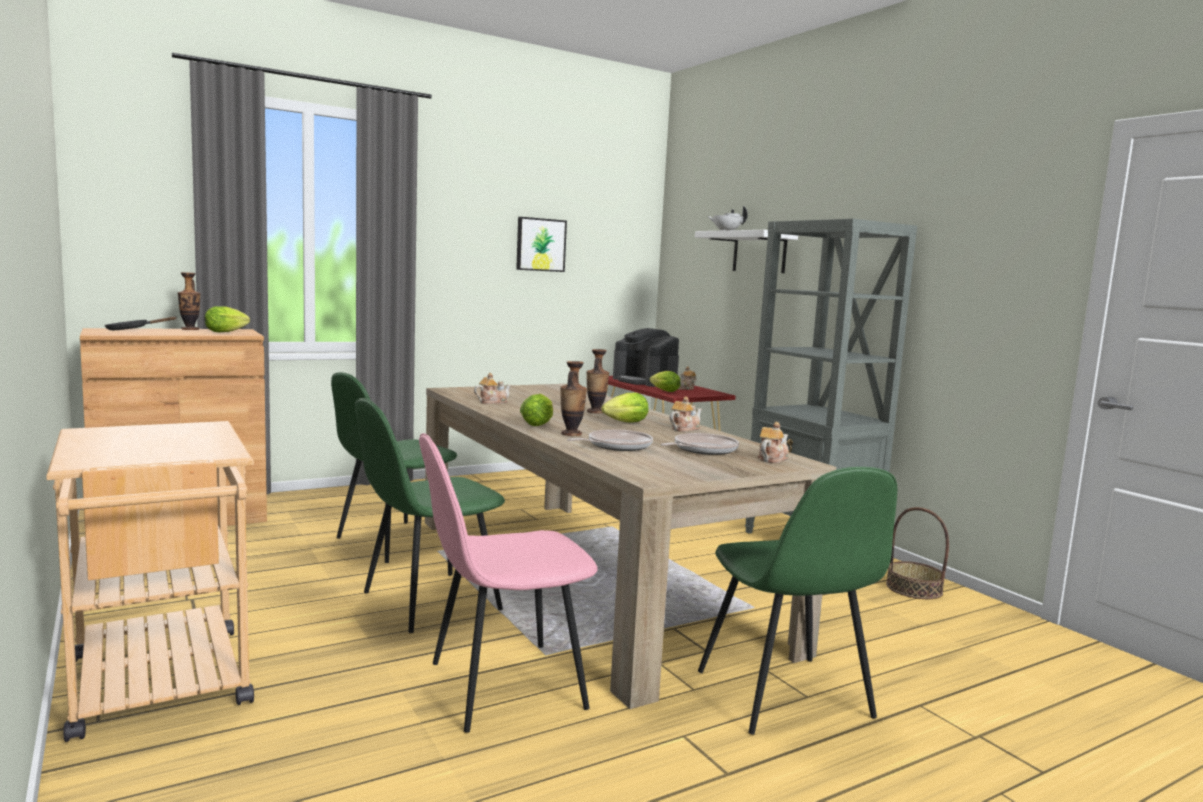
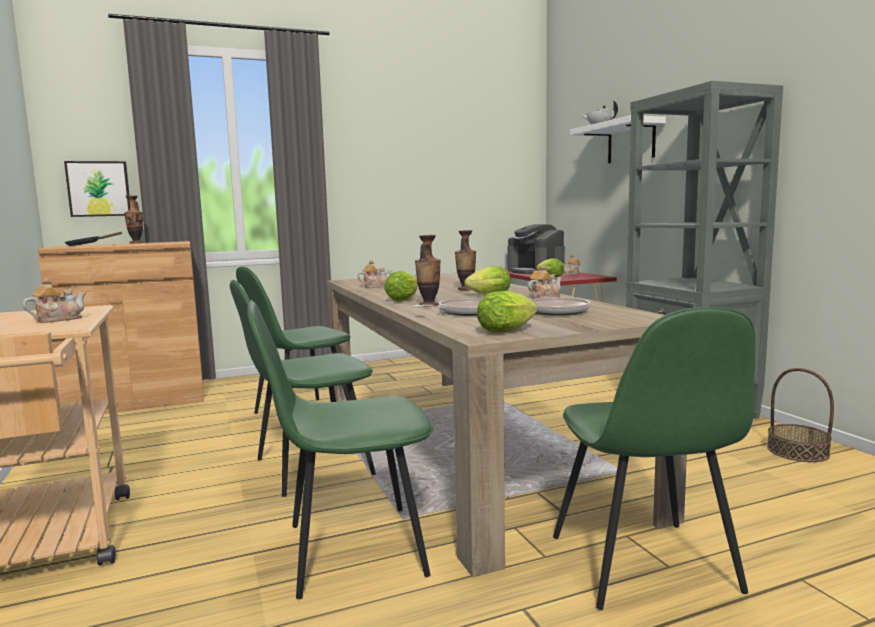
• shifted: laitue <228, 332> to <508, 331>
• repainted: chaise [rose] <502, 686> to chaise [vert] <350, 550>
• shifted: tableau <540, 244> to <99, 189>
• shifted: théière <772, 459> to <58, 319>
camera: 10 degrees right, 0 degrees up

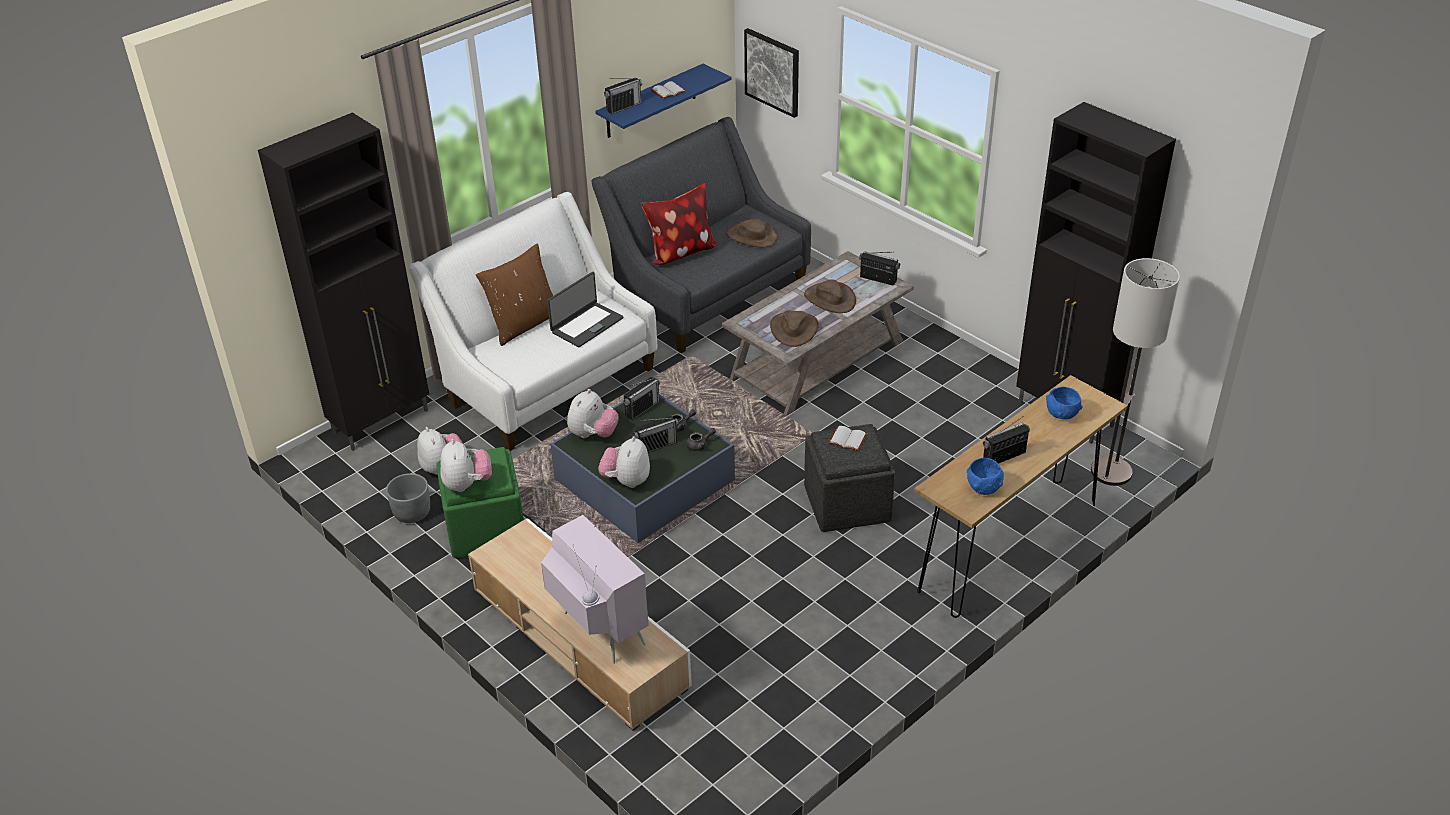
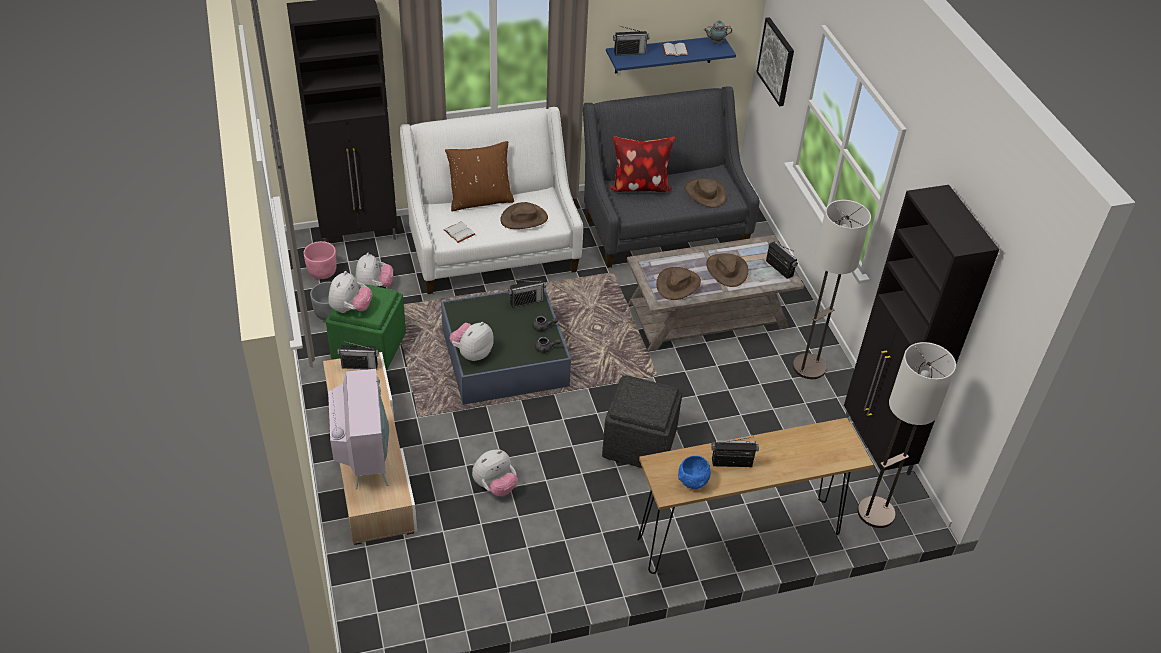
• swapped: ordinateur portable <586, 325> to chapeau [marron] <524, 218>
• shifted: peluche <593, 434> to <495, 486>
• shifted: radio <656, 446> to <360, 365>
• shifted: livre [blanc] <846, 440> to <458, 233>
• gone: bol [bleu] <1061, 415>
• new: cache-pot [rose] <322, 271>
• new: théière <715, 42>
• new: lampadaire <809, 367>
camera: 25 degrees right, 5 degrees up

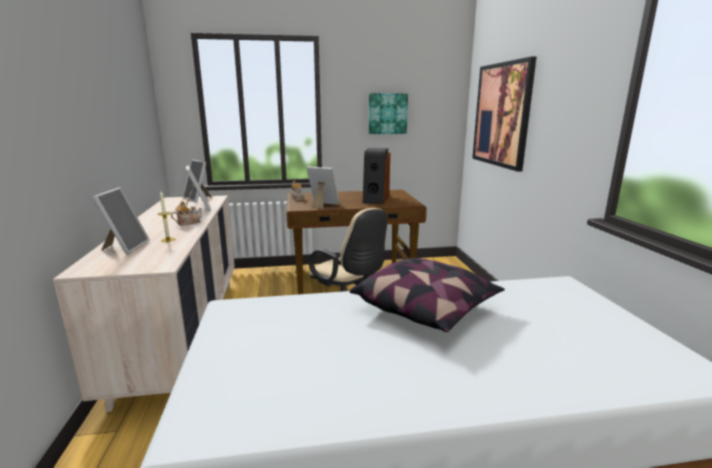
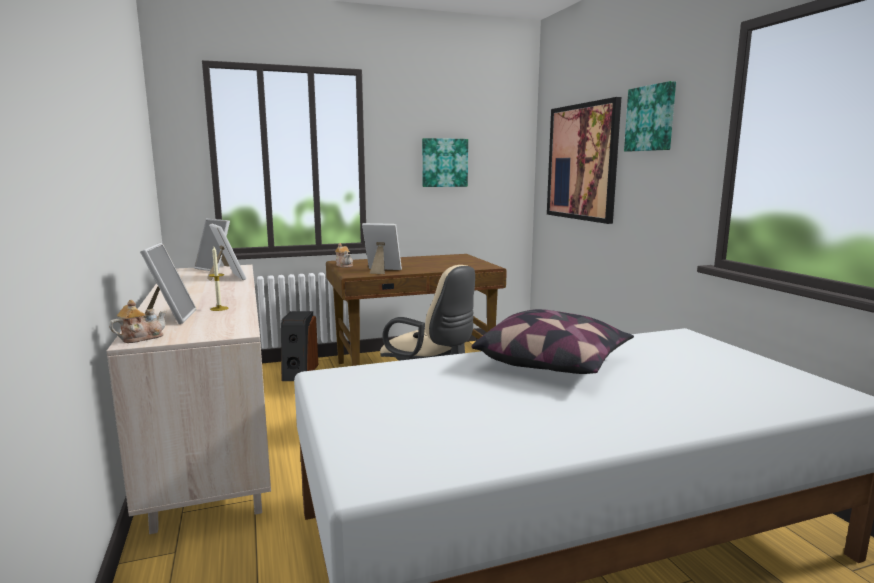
• shifted: théière <188, 223> to <141, 338>
• shifted: enceinte <375, 199> to <299, 372>
• new: tableau <651, 118>
camera: 10 degrees left, 5 degrees down

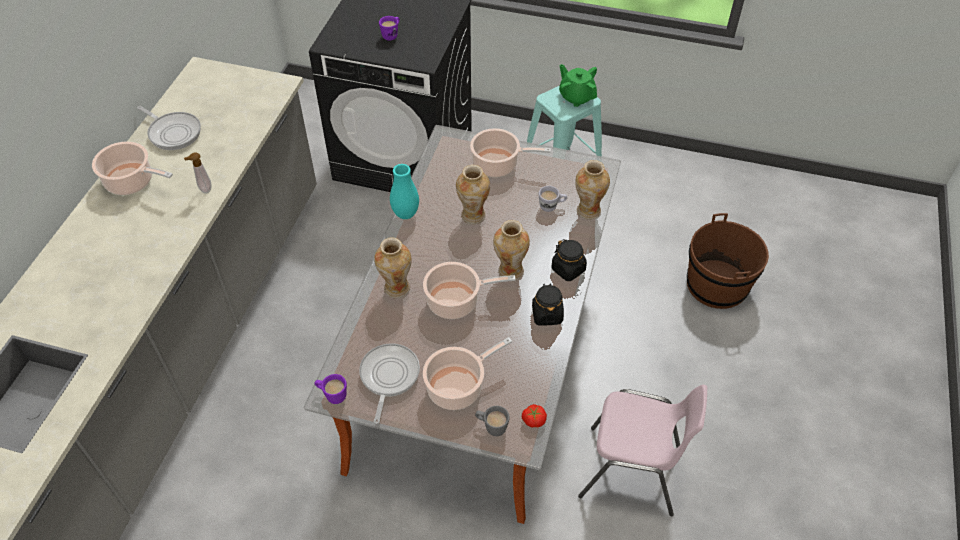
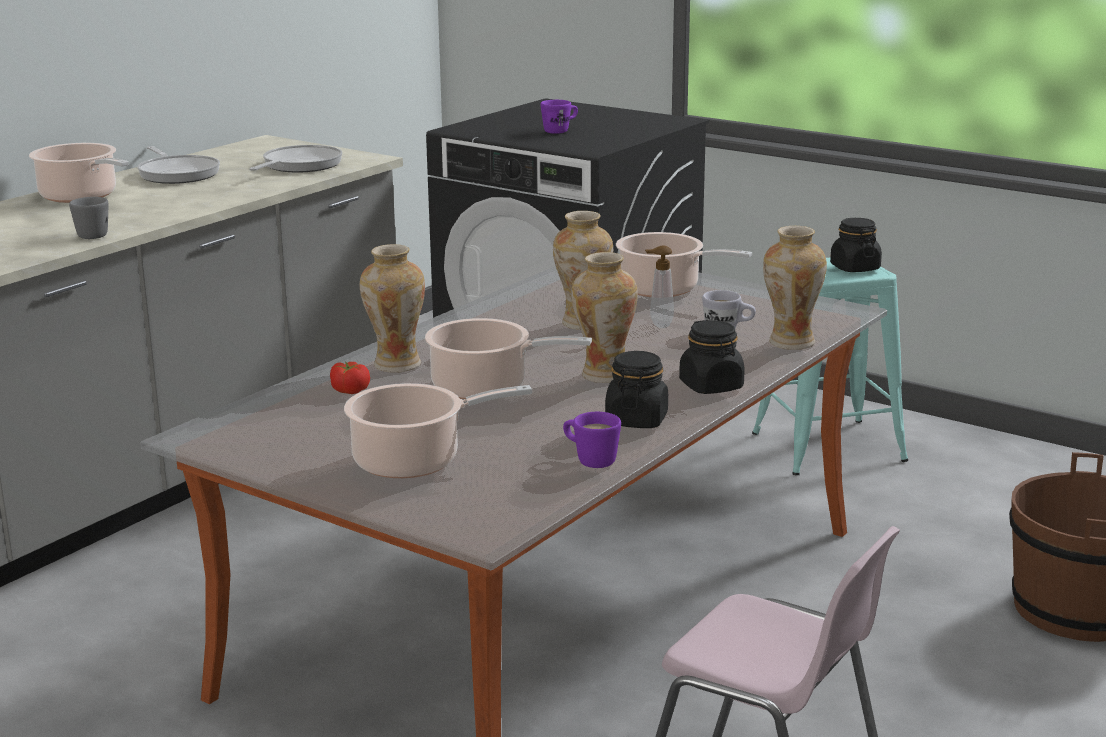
• shifted: distributeur de savon <204, 189> to <658, 325>
• shifted: mug [violet] <332, 395> to <590, 460>
• shifted: poêle <388, 377> to <299, 165>
• gone: vase [turquoise] <405, 214>
• shifted: mug [gris] <491, 427> to <88, 235>
• shifted: tomate <533, 419> to <350, 390>
• swapped: théière [vert] <576, 97> to bocal [noir] <854, 268>
camera: 20 degrees right, 30 degrees down

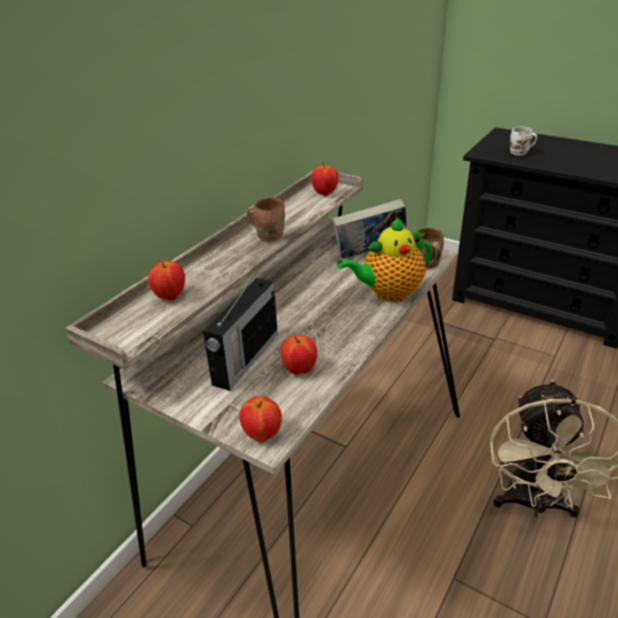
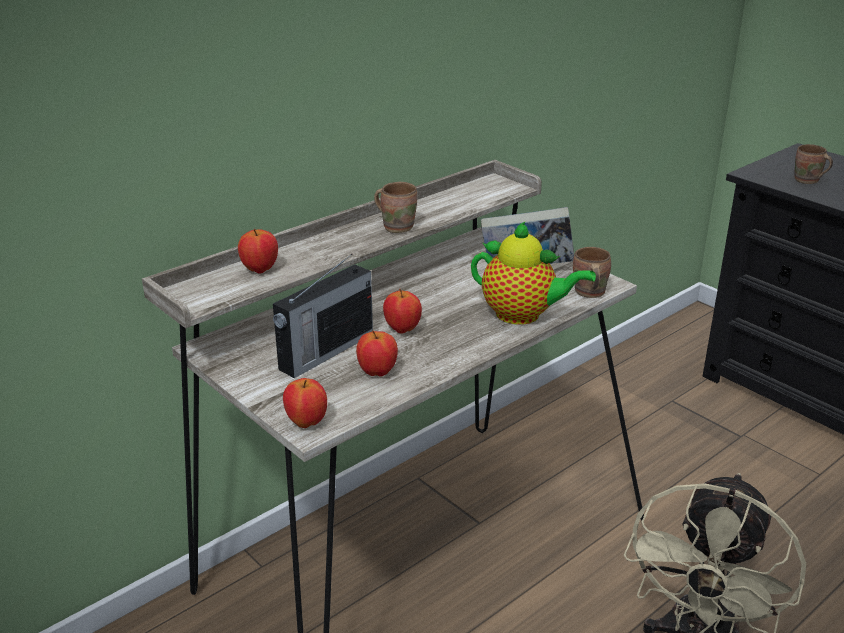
• shifted: pomme <325, 193> to <402, 329>
• rotated: théière <388, 293> = <523, 315> 150 degrees counterclockwise
• repainted: mug [blanc] <519, 153> to mug [marron] <807, 181>
camera: 15 degrees right, 5 degrees down

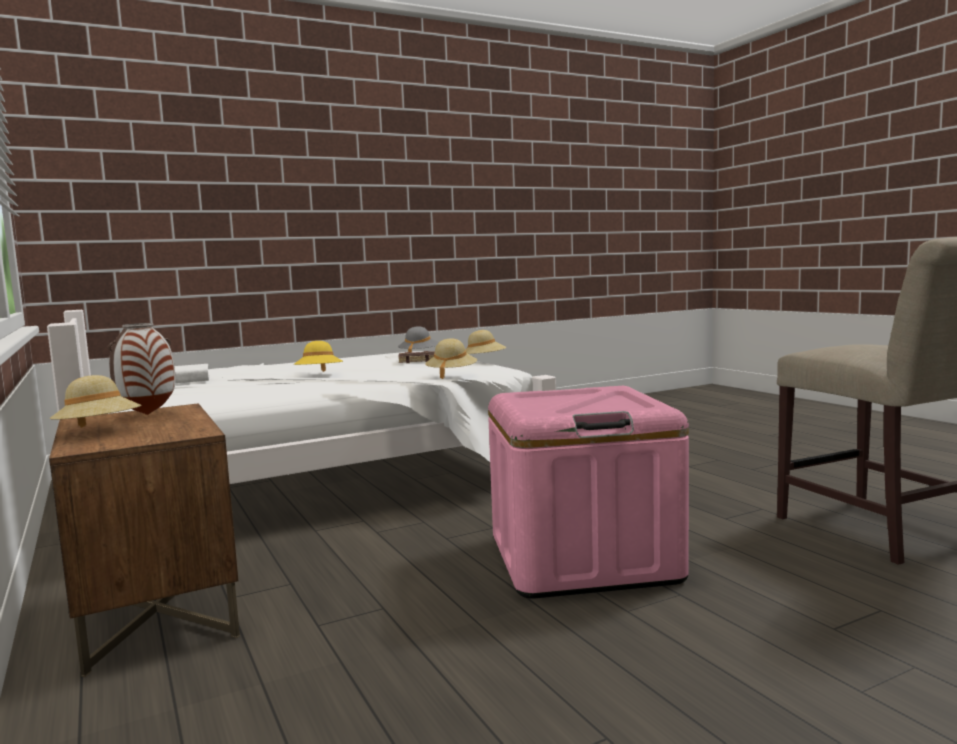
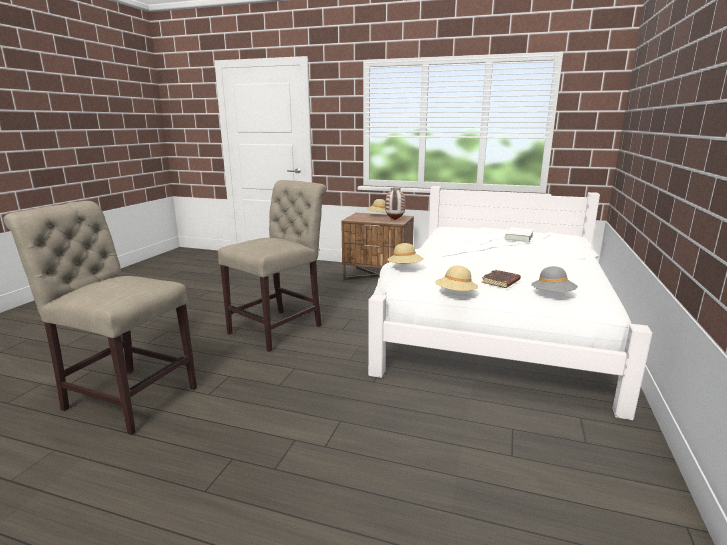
• gone: chapeau [jaune] <319, 375>
• swapped: boîte de rangement [rose] <583, 559> to chaise [beige] <280, 328>
camera: 135 degrees right, 10 degrees up

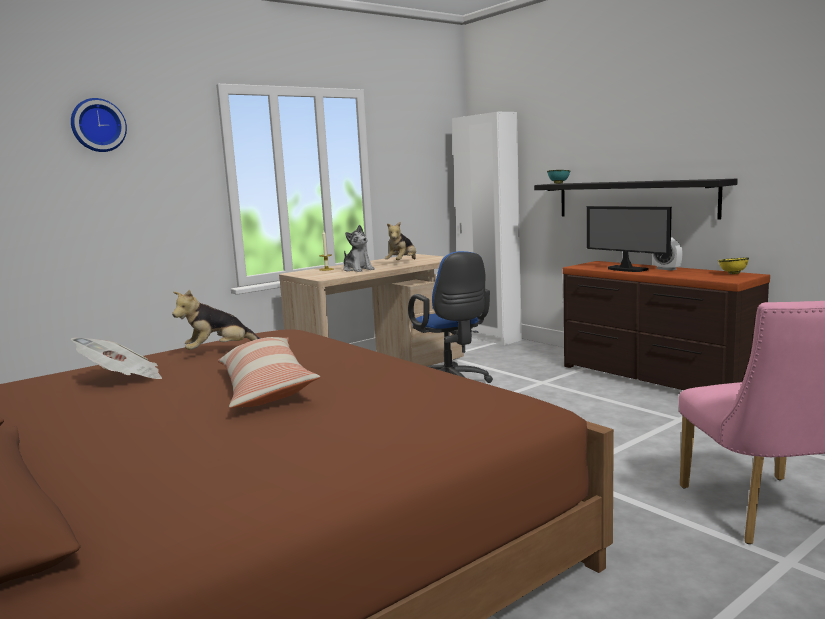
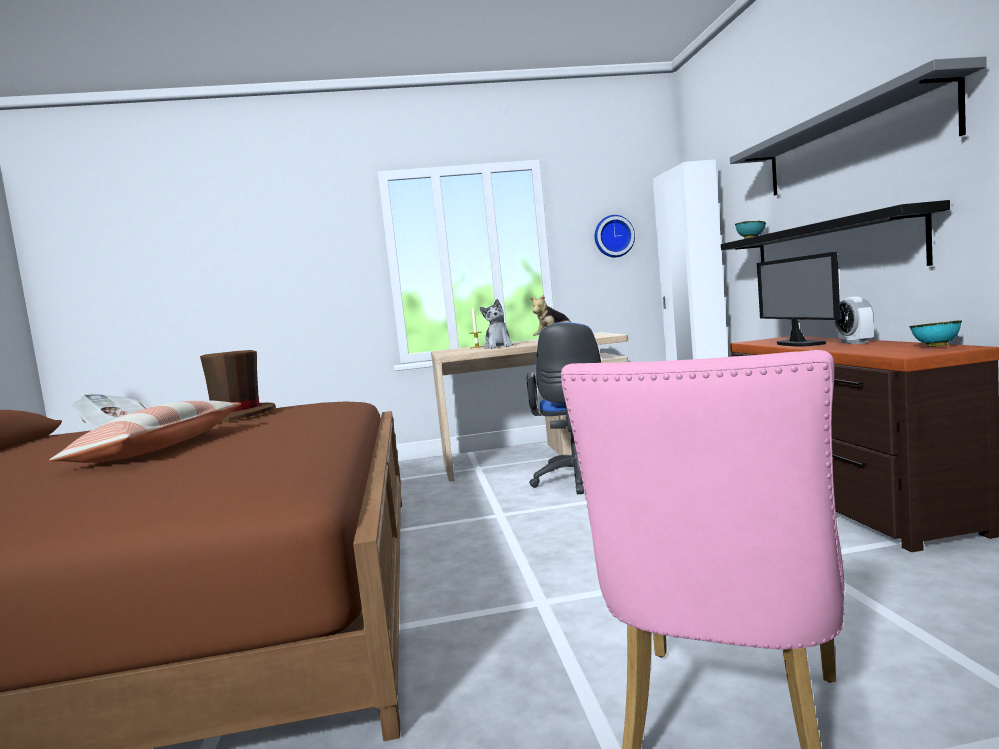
• shifted: horloge murale <98, 125> to <613, 236>
• swapped: peluche <219, 351> to chapeau [marron] <236, 416>
• repainted: bol [jaune] <732, 274> to bol [turquoise] <935, 347>
• new: étagère [gris] <849, 144>
camera: 30 degrees right, 5 degrees down

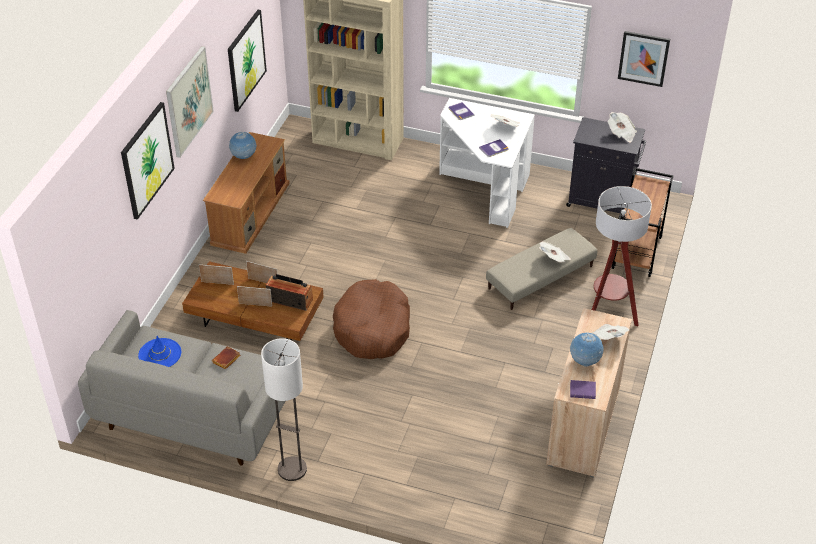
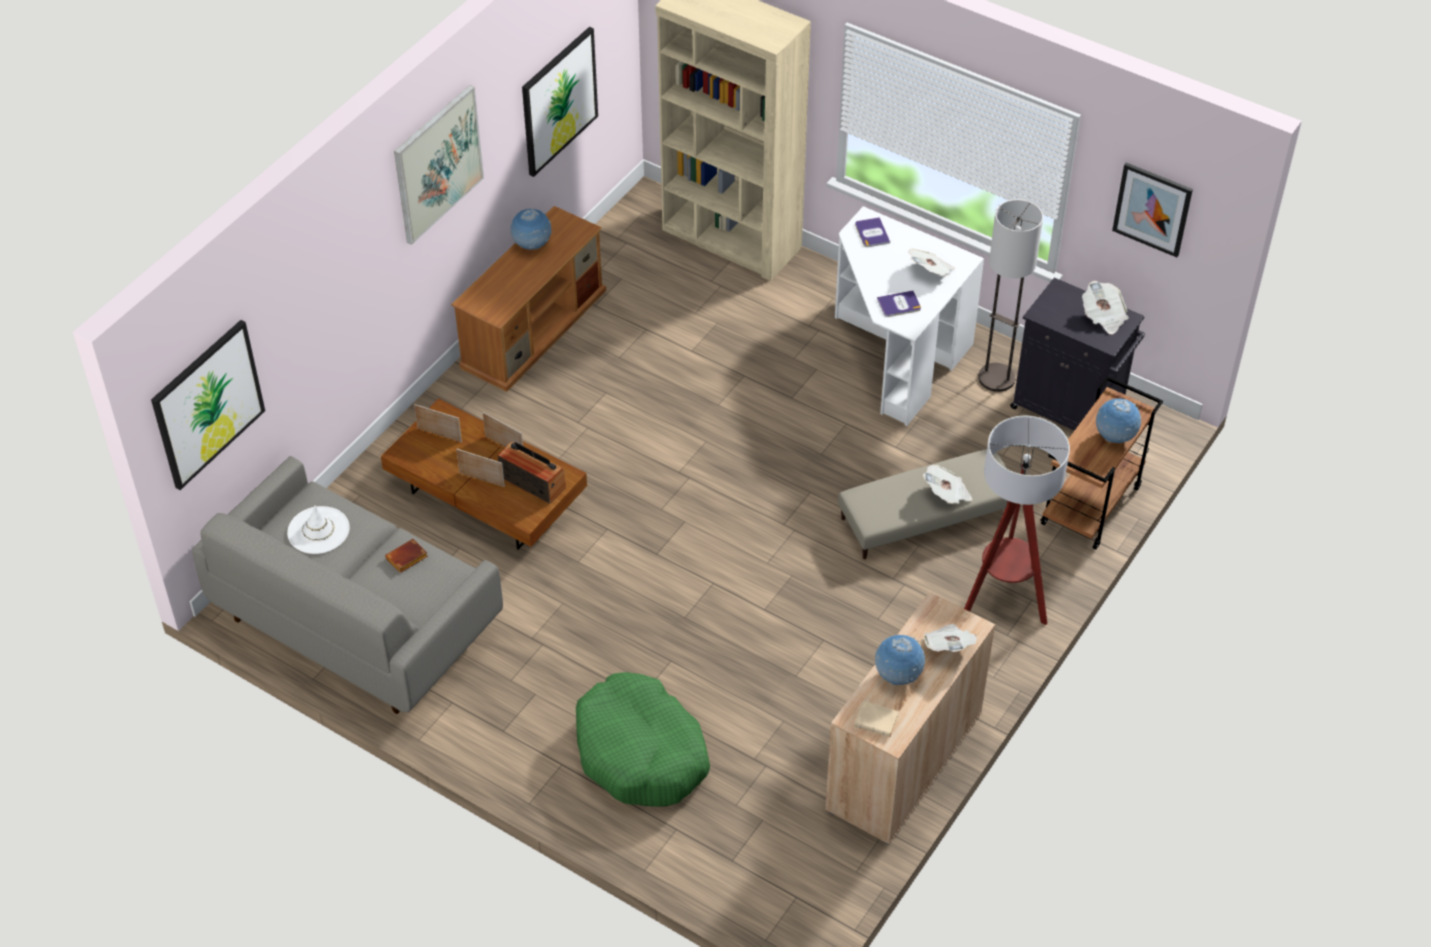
• shifted: tableau <147, 160> to <207, 404>
• repainted: chapeau [bleu] <159, 354> to chapeau [blanc] <318, 530>
• shifted: lampadaire <292, 469> to <996, 378>
• gone: panier pour chien [marron] <372, 329>
• repainted: livre [violet] <583, 391> to livre [beige] <877, 721>
• new: panier pour chien [vert] <641, 753>
• new: globe <1115, 437>
camera: 15 degrees right, 5 degrees up

